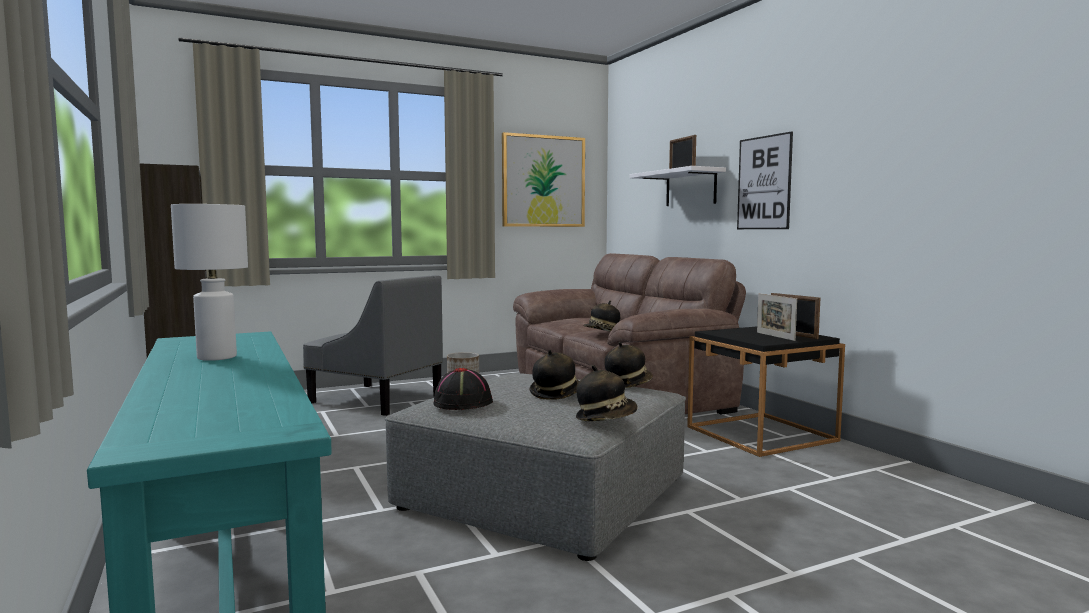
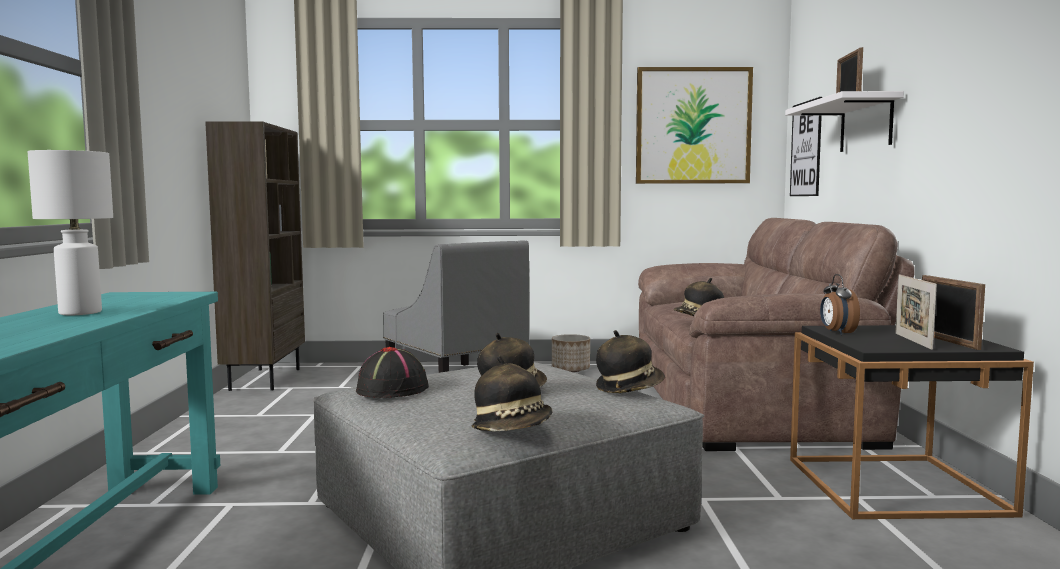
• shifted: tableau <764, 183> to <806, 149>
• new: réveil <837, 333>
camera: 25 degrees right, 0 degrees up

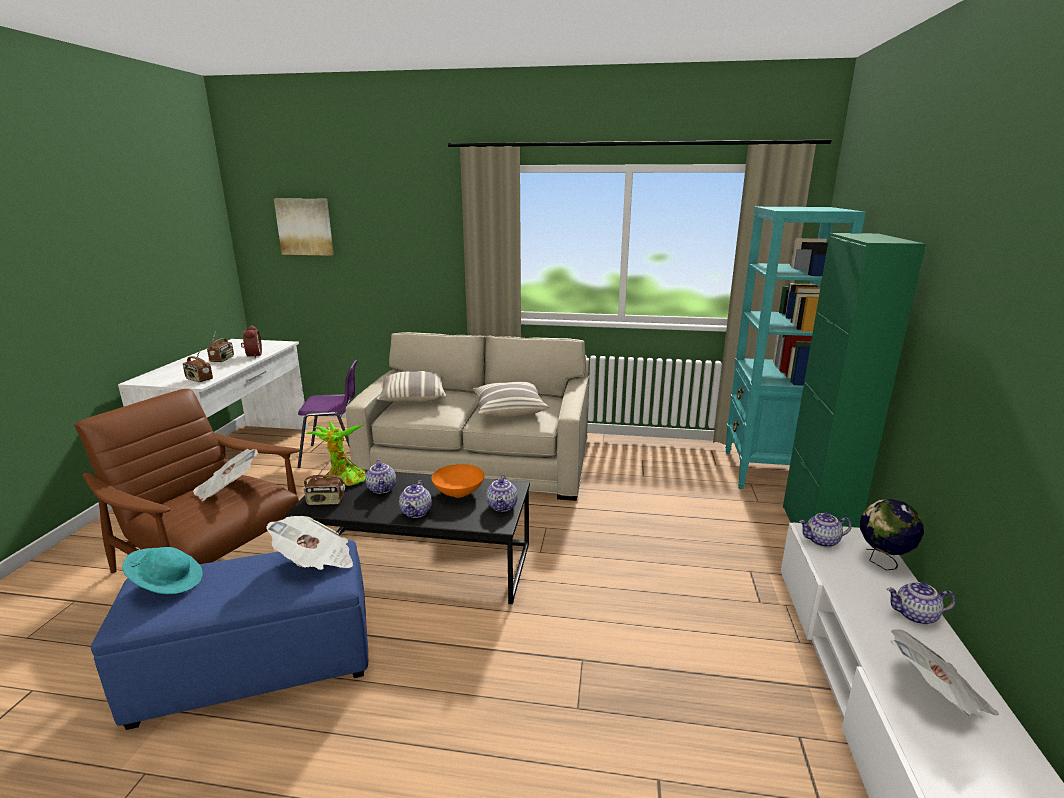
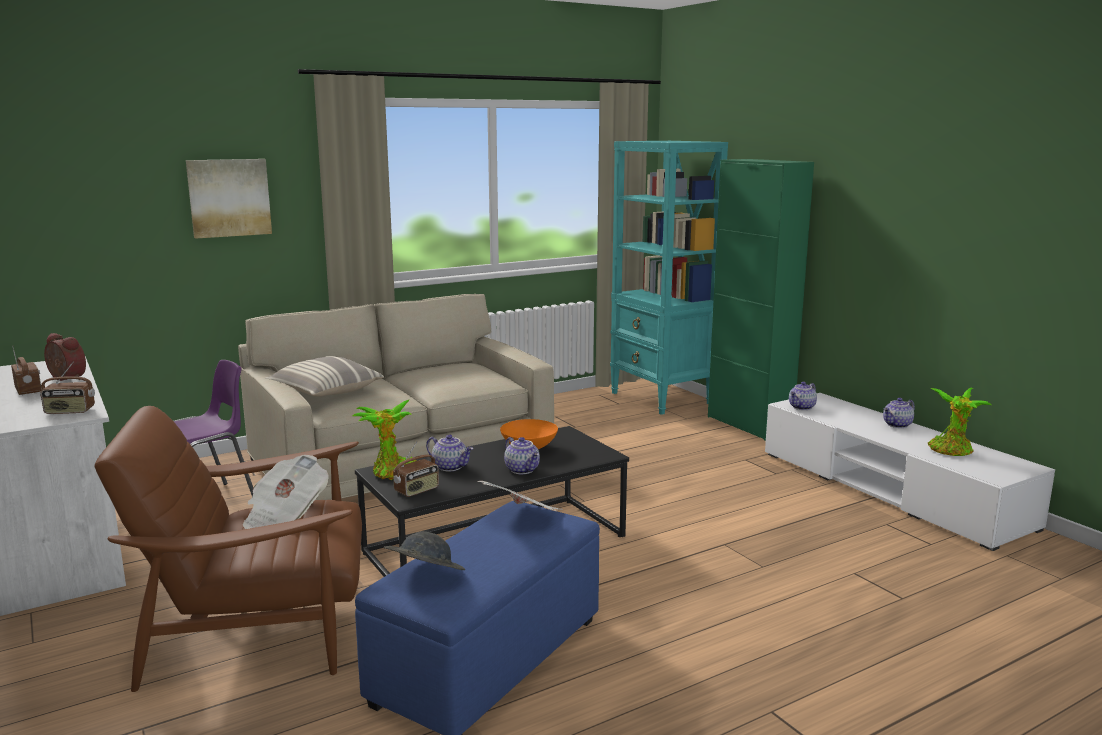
• repainted: chapeau [turquoise] <168, 583> to chapeau [gris] <424, 576>
• shifted: tableau <305, 227> to <229, 197>
• gone: coussin <508, 410>
• gone: théière <503, 506>
• gone: globe <882, 562>
• swapped: journal <936, 695> to plante en pot <952, 451>
camera: 40 degrees left, 5 degrees down

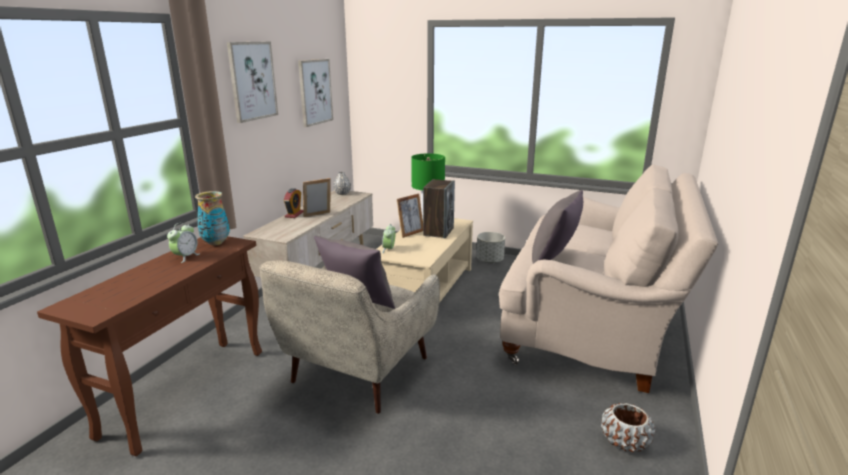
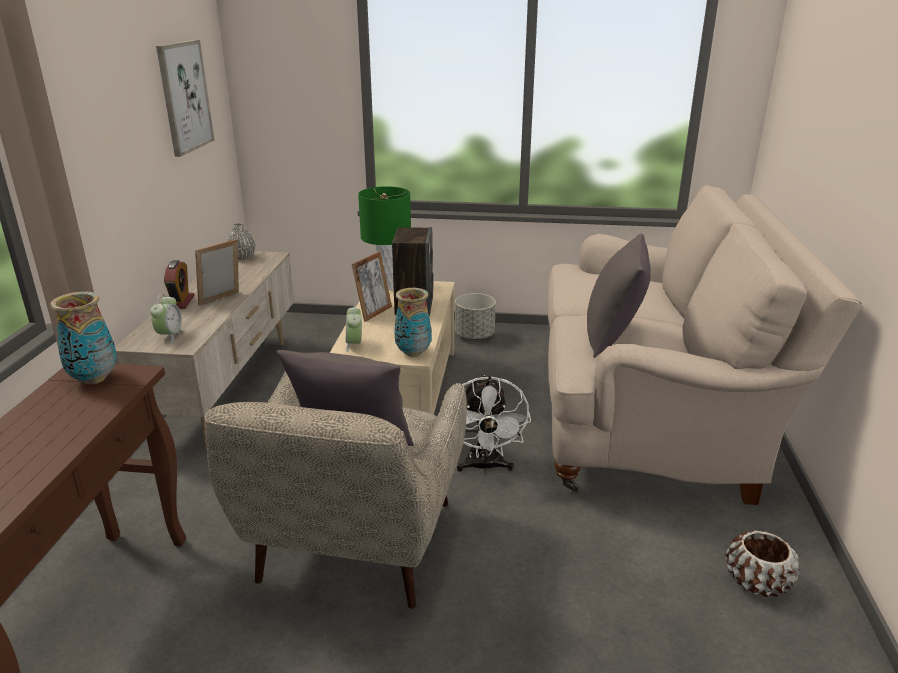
• shifted: réveil <185, 257> to <170, 336>
• gone: tableau <252, 81>
• new: vase <413, 353>
• new: ventilateur [blanc] <484, 467>
camera: 15 degrees left, 5 degrees up

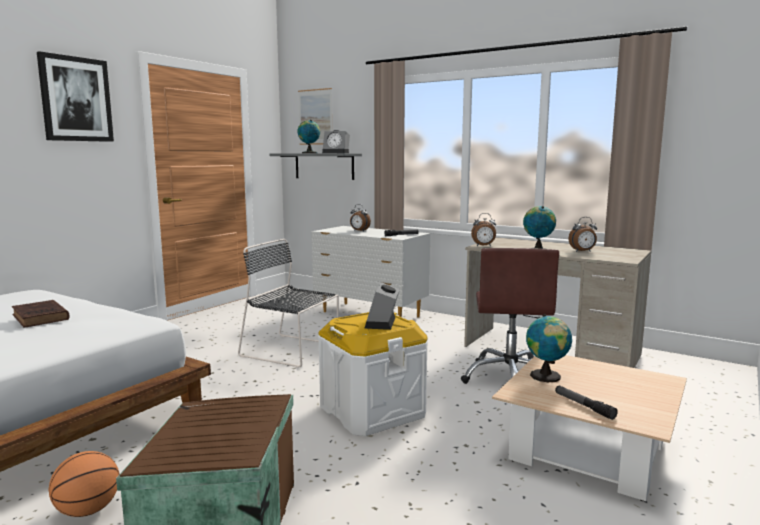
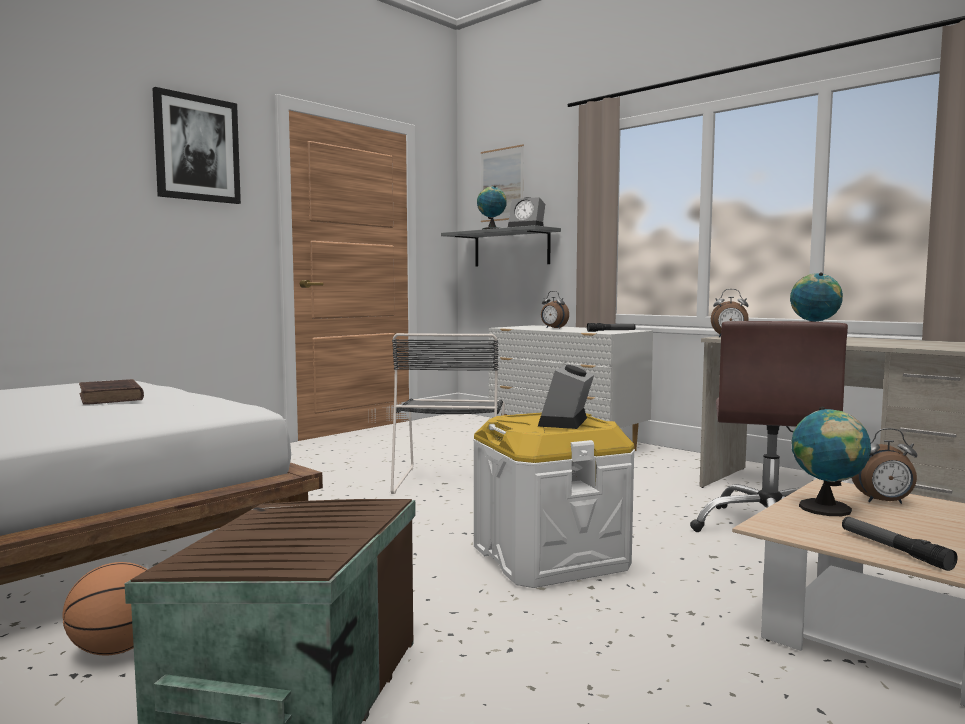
• rotated: chaise [noir] <292, 350> = <450, 480> 120 degrees counterclockwise
• shifted: réveil <582, 251> to <884, 502>
camera: 10 degrees right, 5 degrees down

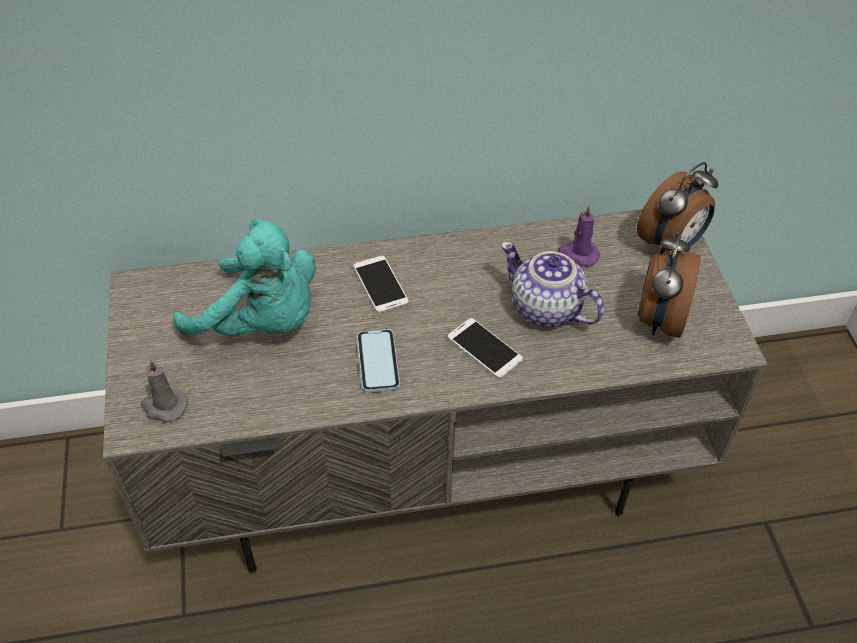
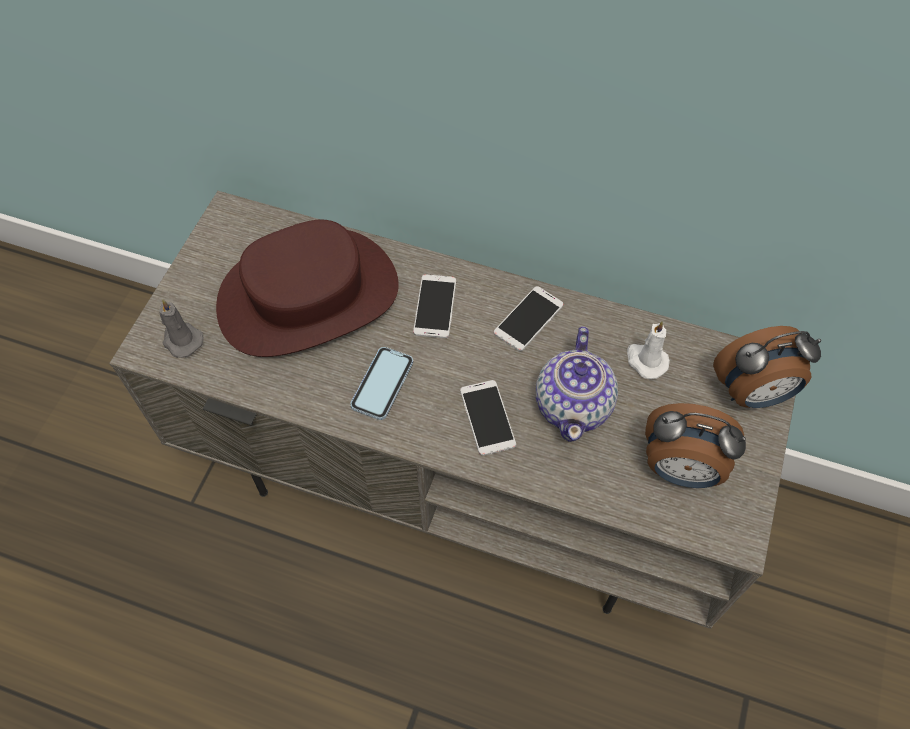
• swapped: peluche [turquoise] <262, 323> to chapeau [marron] <308, 297>
• rotated: théière <546, 309> = <574, 405> 150 degrees counterclockwise
• repainted: bougie [violet] <578, 254> to bougie [blanc] <645, 360>
• rotated: réveil <658, 319> = <680, 469> 120 degrees counterclockwise
• new: téléphone <528, 319>
camera: 30 degrees right, 10 degrees up

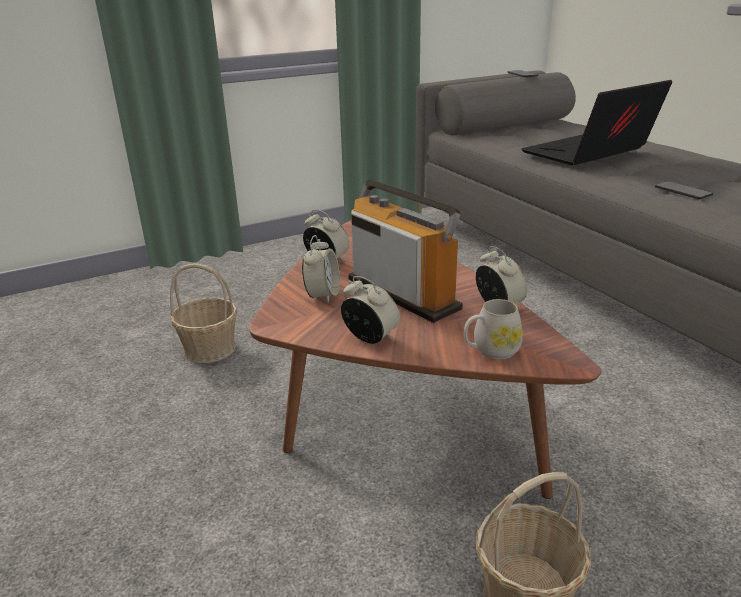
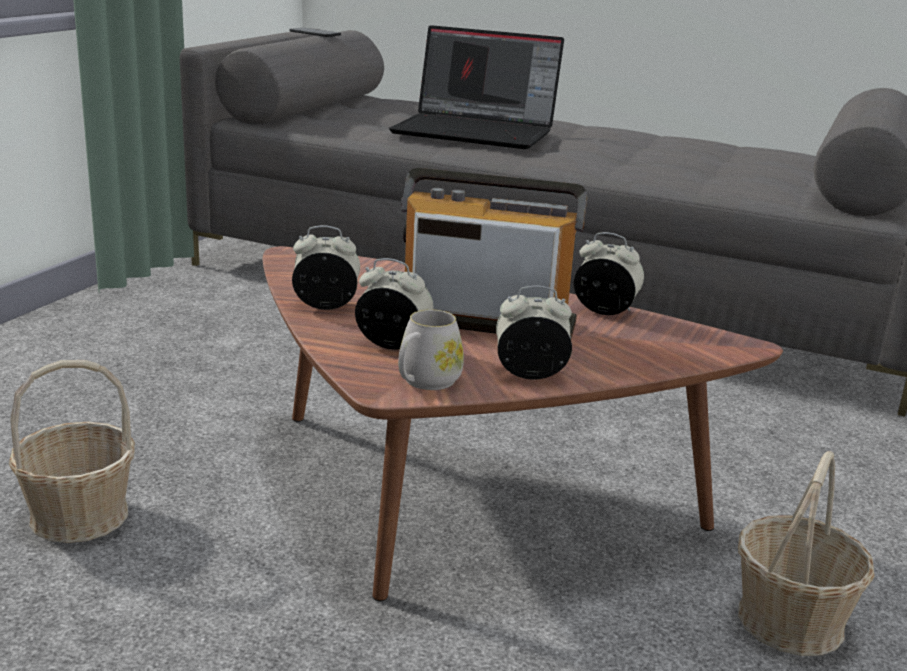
• rotated: réveil <323, 295> = <392, 344> 45 degrees counterclockwise
• shifted: mug [blanc] <490, 351> to <424, 382>
• rotated: ordinateur portable <588, 153> = <477, 132> 90 degrees counterclockwise
• gone: téléphone <683, 191>
camera: 40 degrees left, 5 degrees down

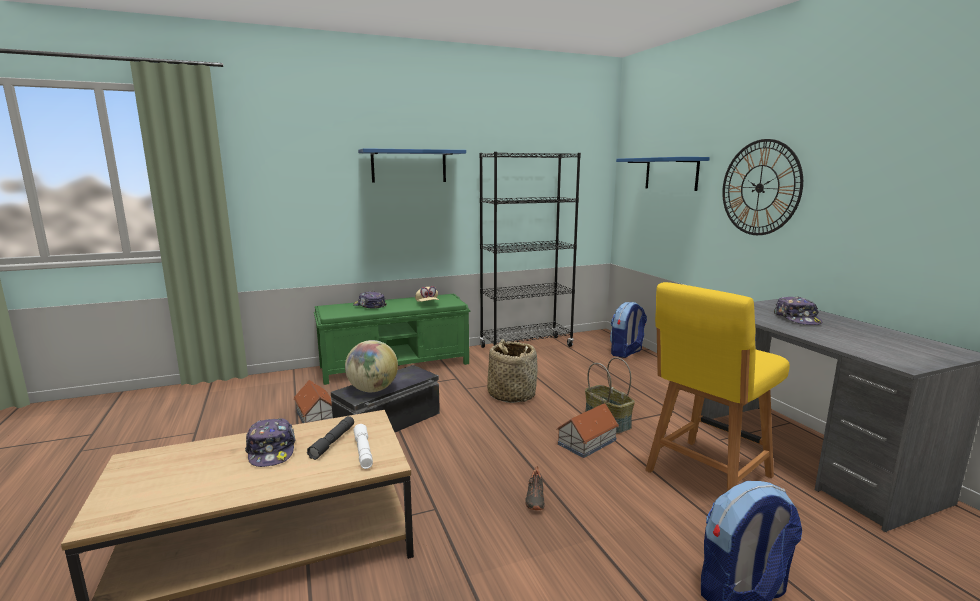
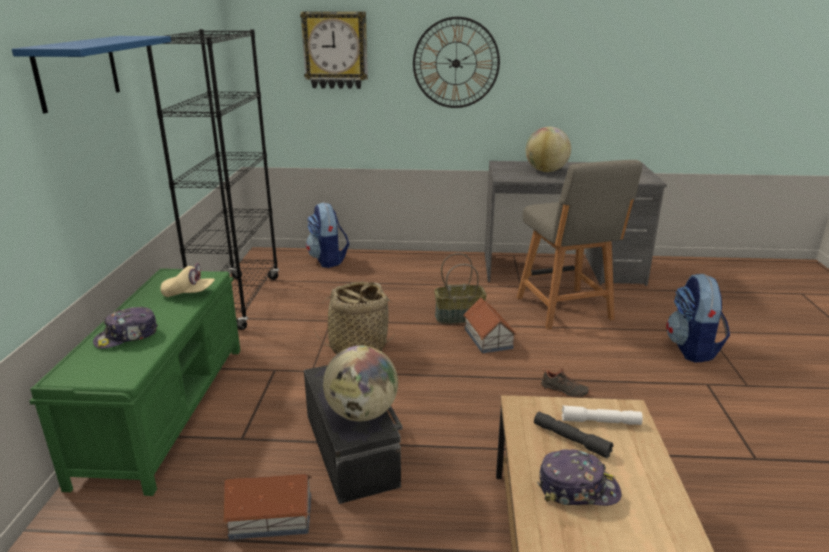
• swapped: étagère [bleu] <671, 173> to horloge murale <335, 50>
• repainted: chaise [jaune] <706, 475> to chaise [gris] <565, 310>
• swapped: casquette <797, 319> to globe <546, 171>
camera: 65 degrees left, 10 degrees up

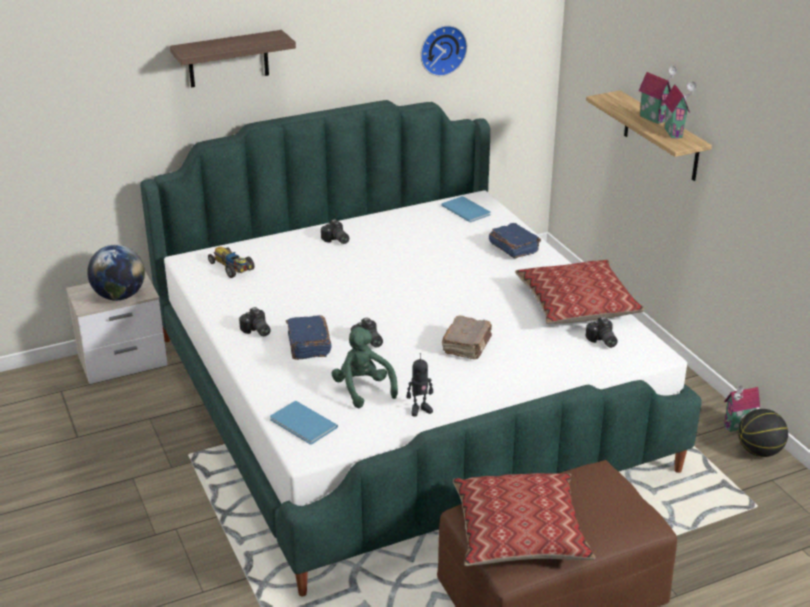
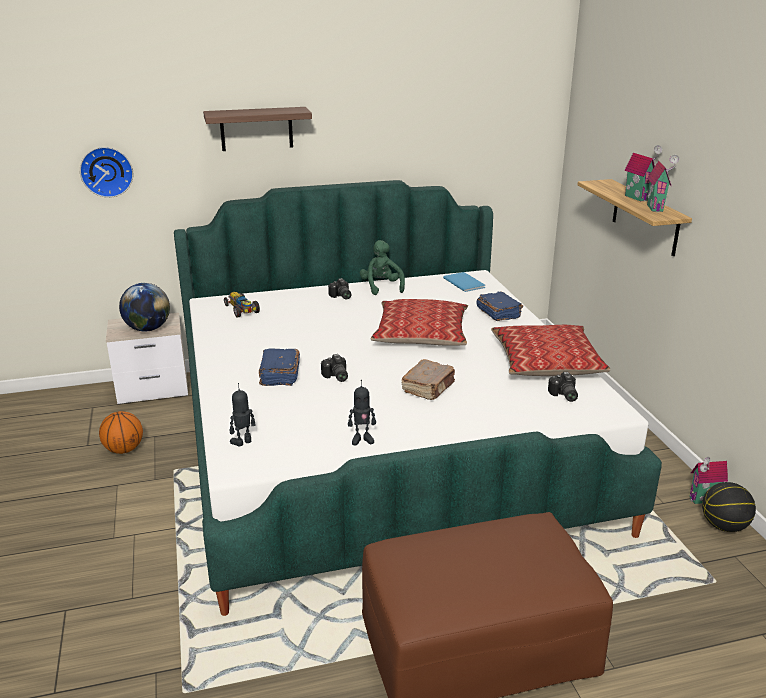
• gone: appareil photo <256, 331>
• swapped: livre [bleu] <303, 425> to robot jouet <243, 442>
• shifted: peluche [vert] <363, 389> to <381, 287>
• shifted: horloge murale <442, 49> to <107, 171>
• shifted: coussin <519, 532> to <421, 334>
• new: ballon de basket <124, 449>
camera: 10 degrees right, 5 degrees down

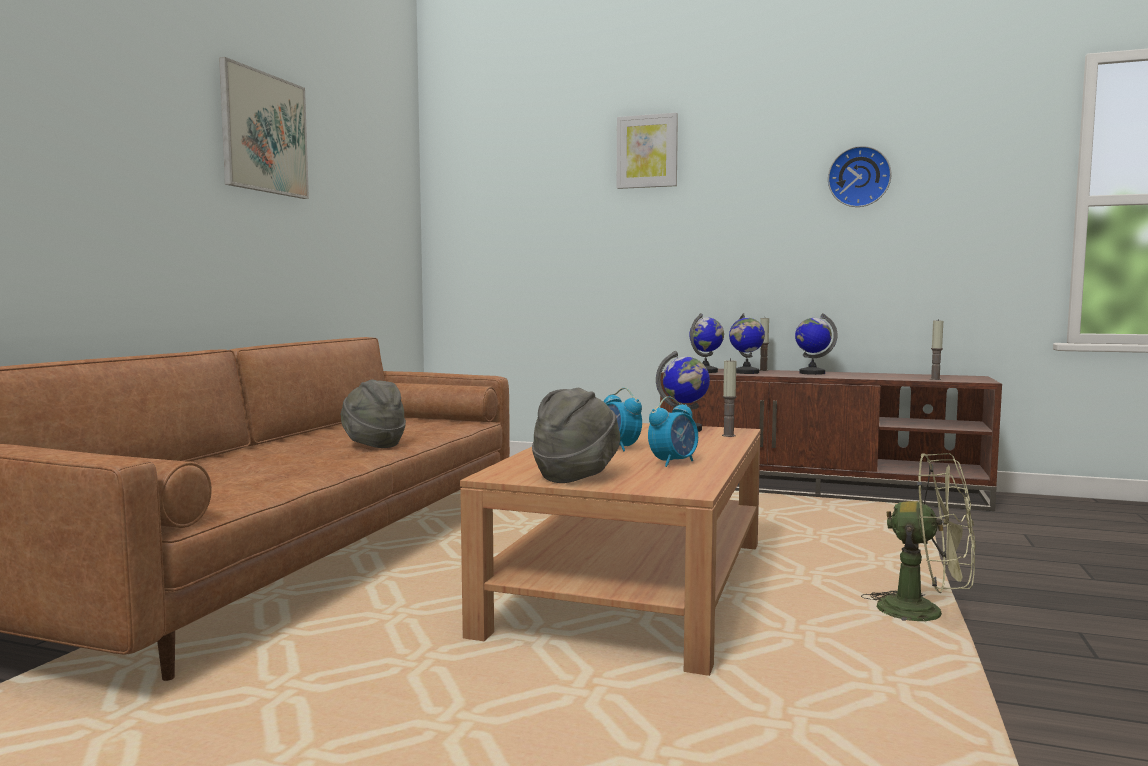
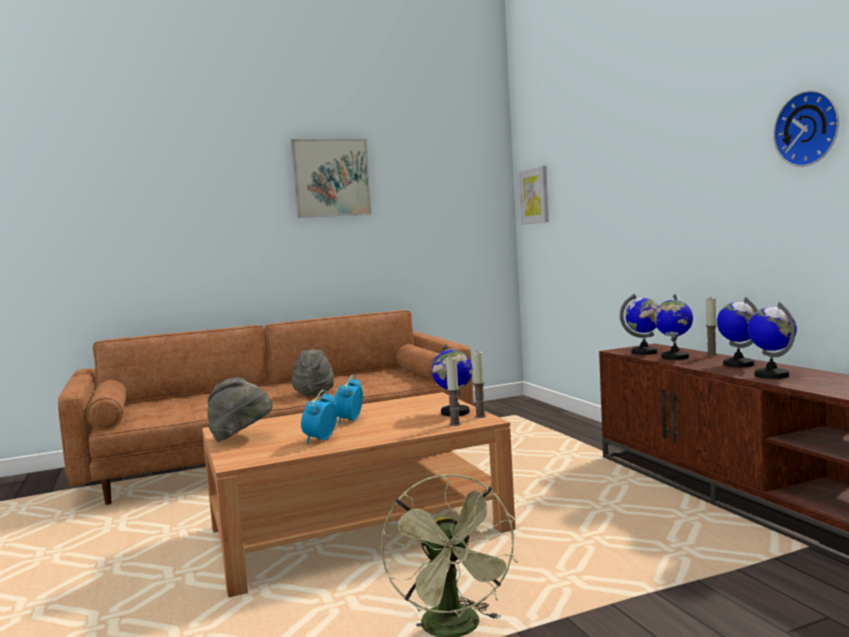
• shifted: tableau <647, 151> to <534, 196>
• rotated: réveil <673, 462> = <320, 440> 105 degrees clockwise
• shifted: bougie <935, 379> to <480, 416>
• new: globe <771, 375>
camera: 50 degrees right, 0 degrees up

